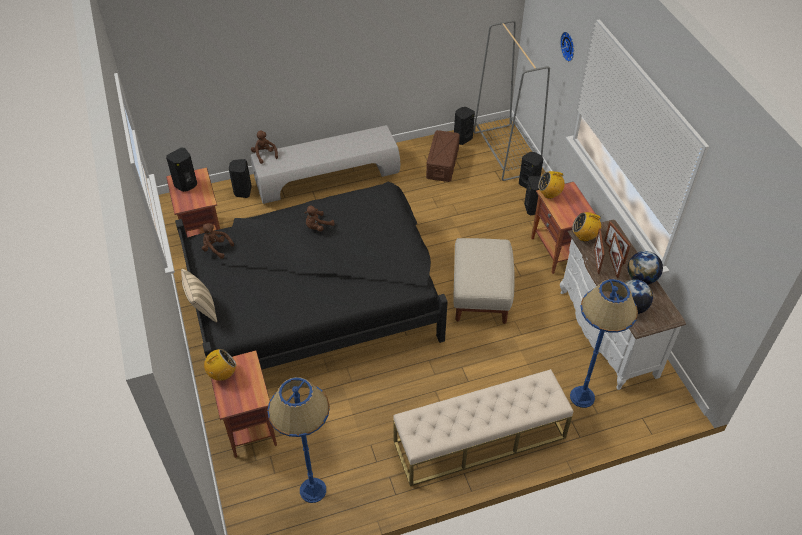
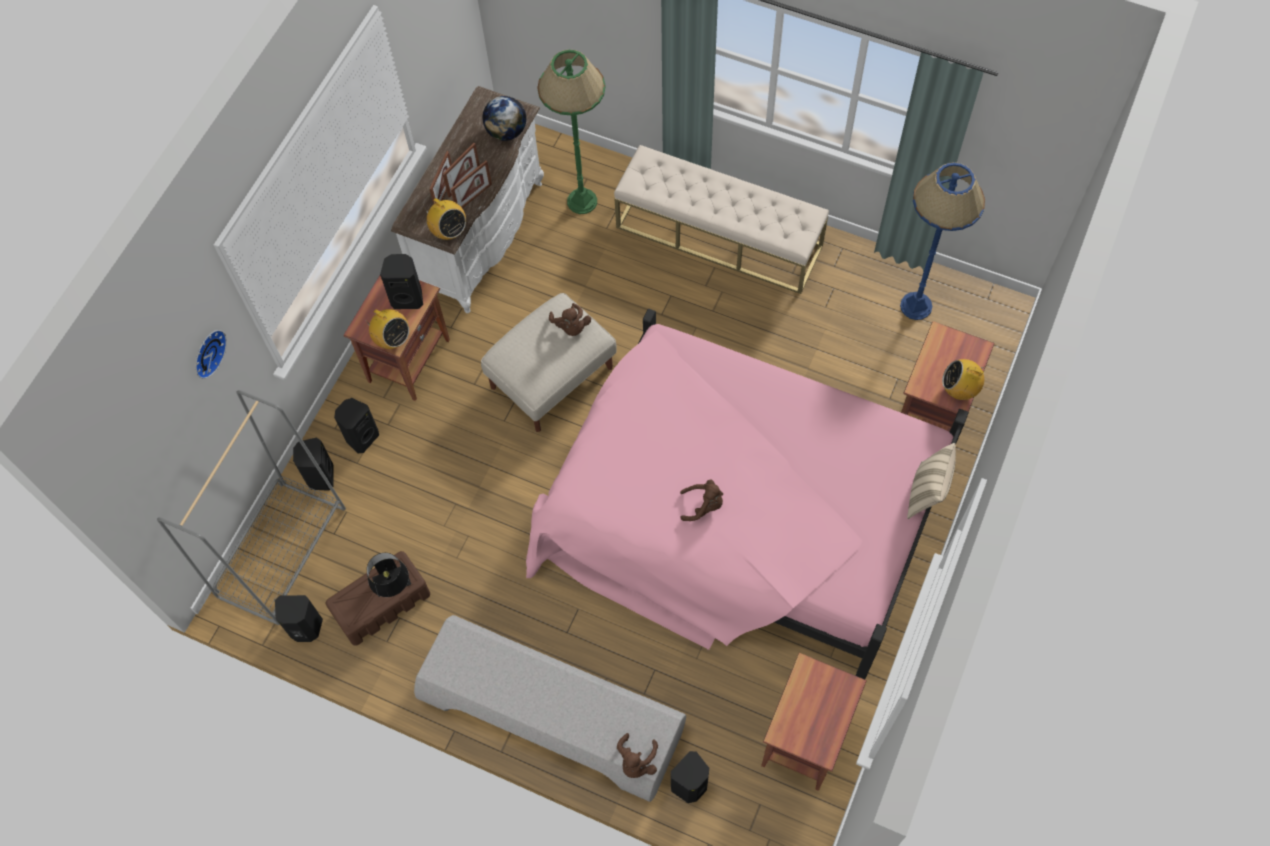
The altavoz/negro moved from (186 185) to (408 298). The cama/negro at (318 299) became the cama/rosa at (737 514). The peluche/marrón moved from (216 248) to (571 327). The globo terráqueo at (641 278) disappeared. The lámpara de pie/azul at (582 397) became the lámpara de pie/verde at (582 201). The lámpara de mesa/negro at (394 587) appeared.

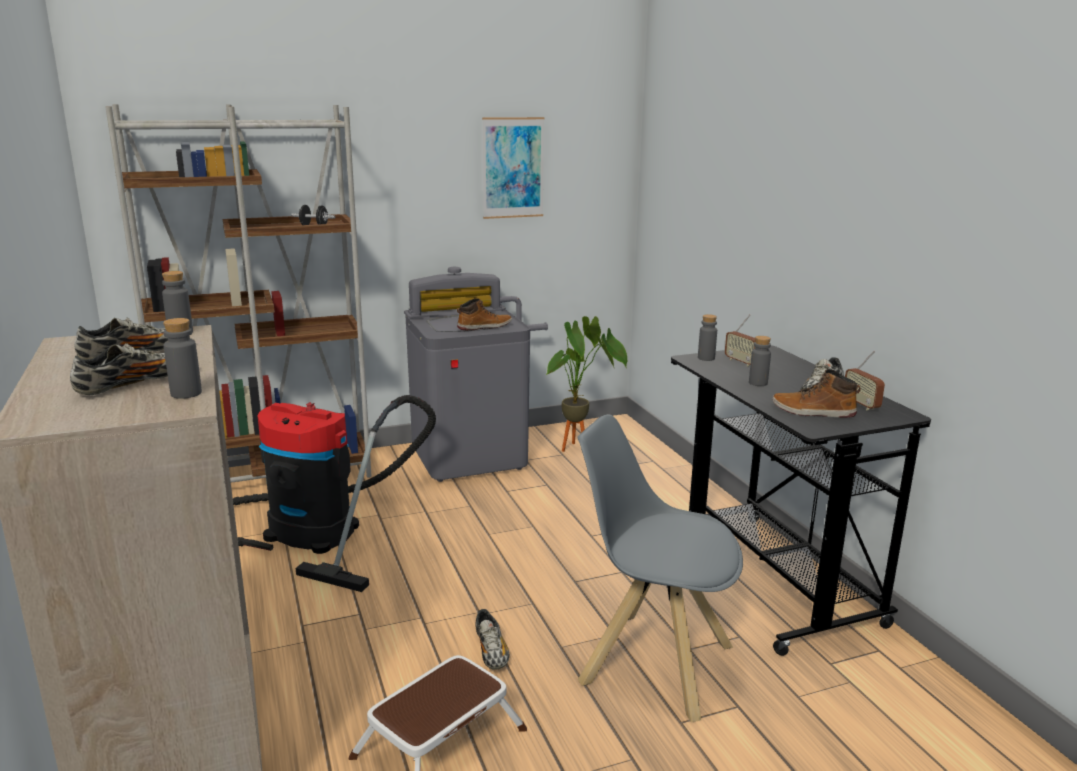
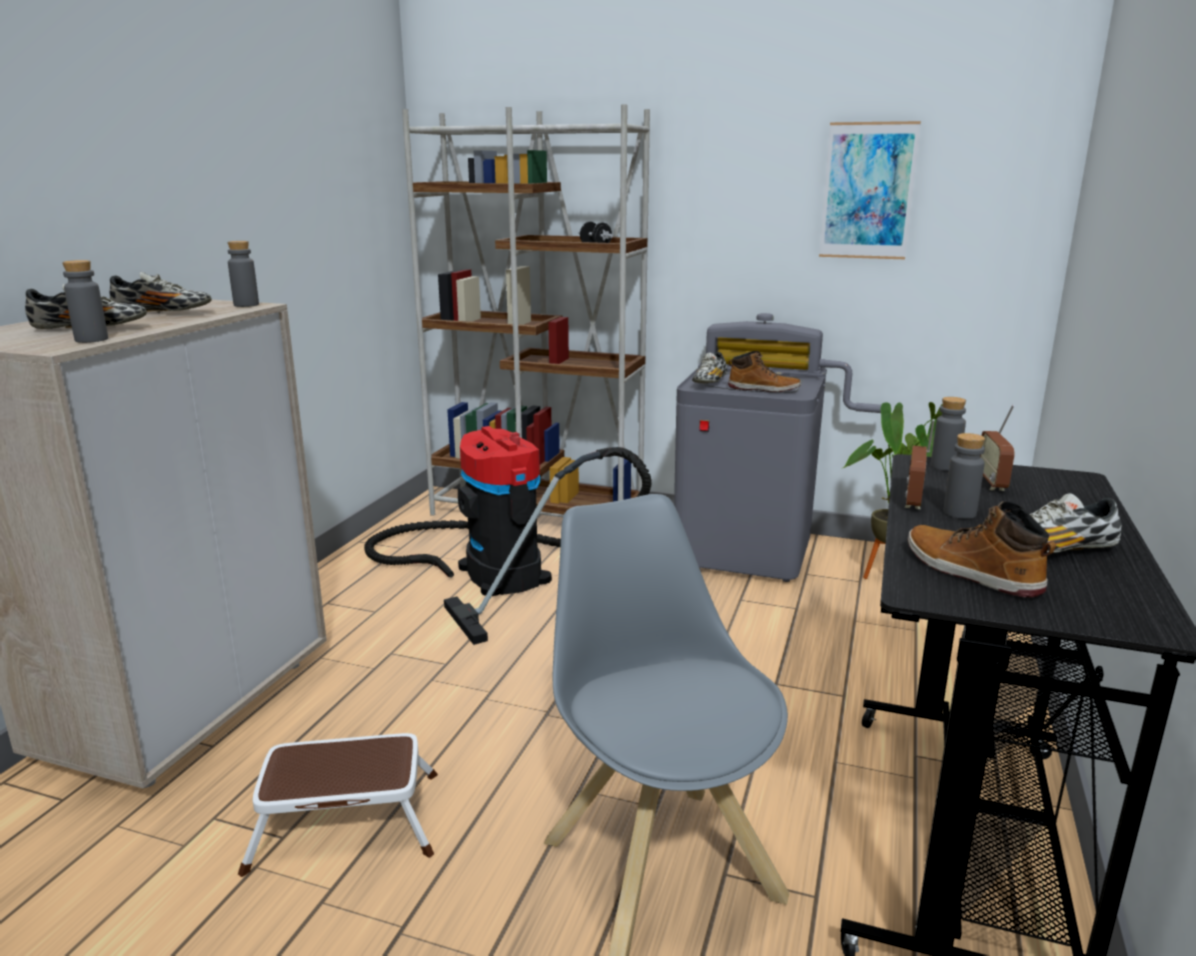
The radio moved from (861 404) to (914 500). The zapato moved from (491 652) to (710 382).

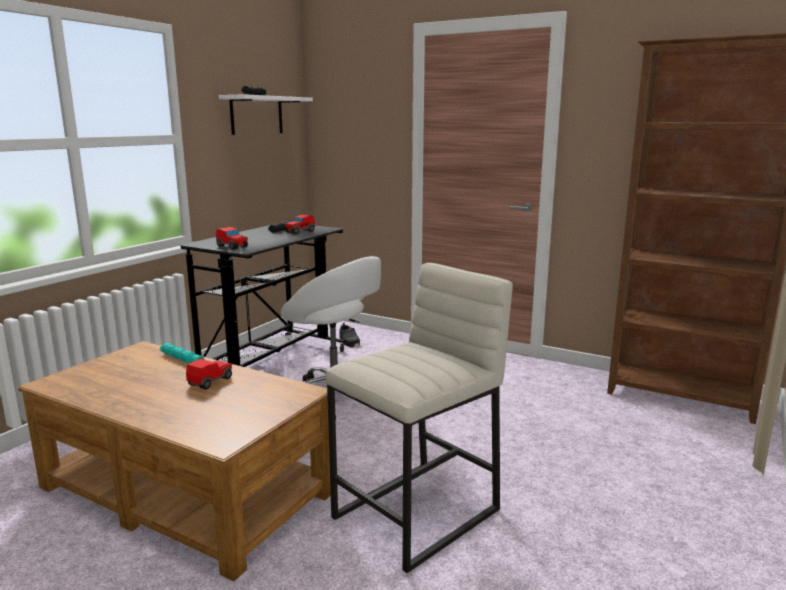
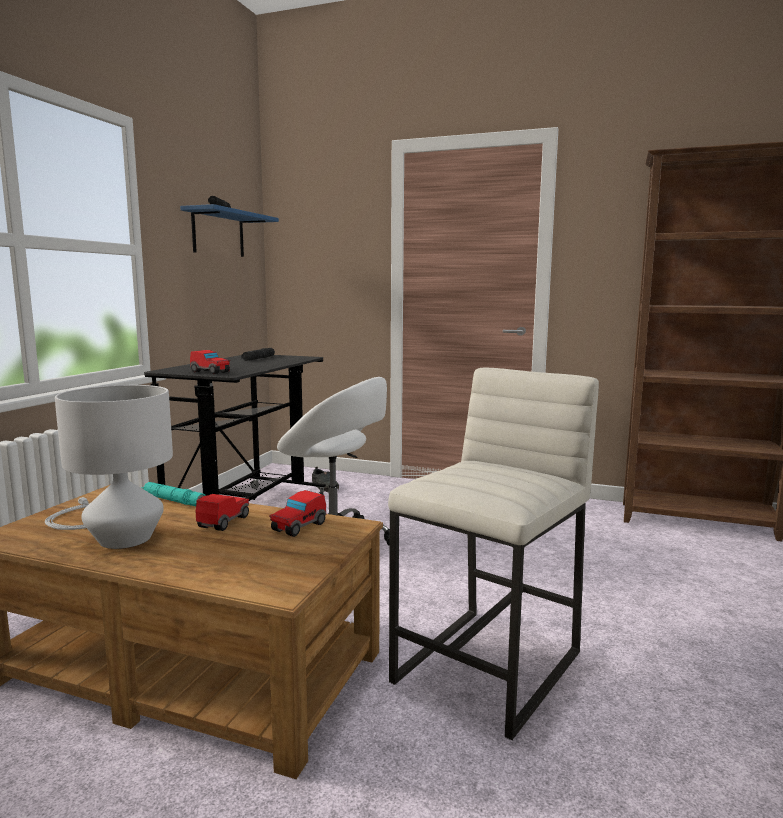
The estante/blanco at (256 115) became the estante/azul at (218 234). The coche de juguete moved from (300 232) to (298 527). The lámpara de mesa/gris at (109 529) appeared.

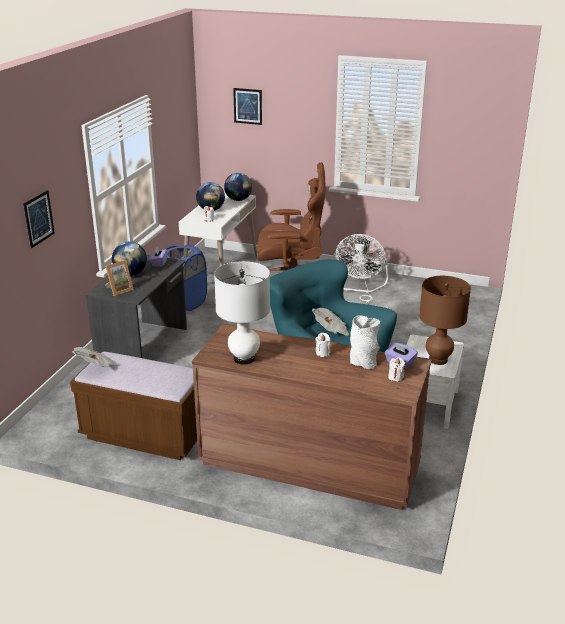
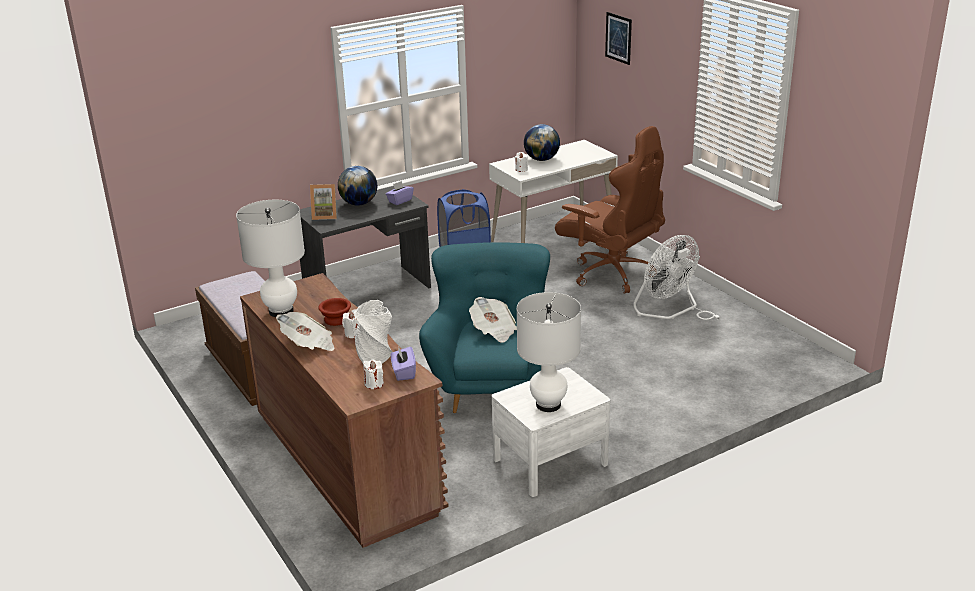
The globo terráqueo at (238 200) disappeared. The cuadro at (38 219) disappeared. The ventilador/blanco at (360 288) turned 90 degrees counterclockwise. The lámpara de mesa/marrón at (438 360) became the lámpara de mesa/blanco at (548 405). The periódico moved from (97 367) to (308 345). The cuenco/marrón at (337 320) appeared.

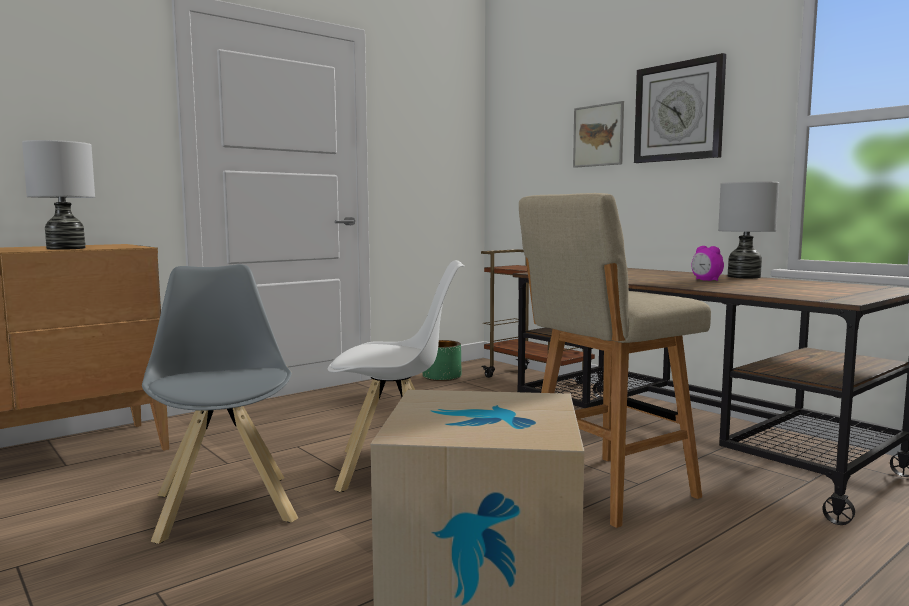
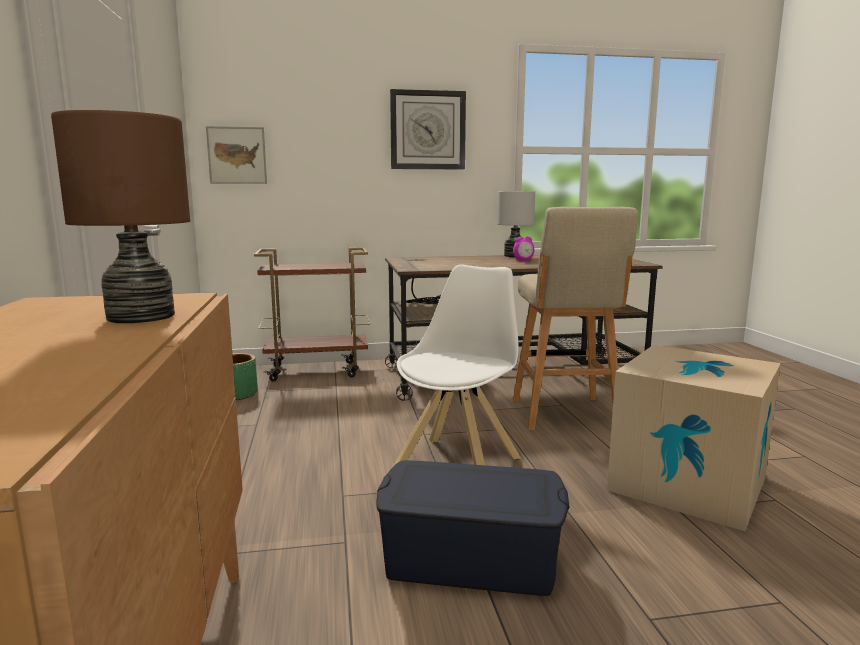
The cuadro moved from (598 135) to (237 155). The lámpara de mesa/gris at (66 248) became the lámpara de mesa/marrón at (141 317). The silla/gris at (225 505) was replaced by the caja de almacenaje/azul at (470 558).

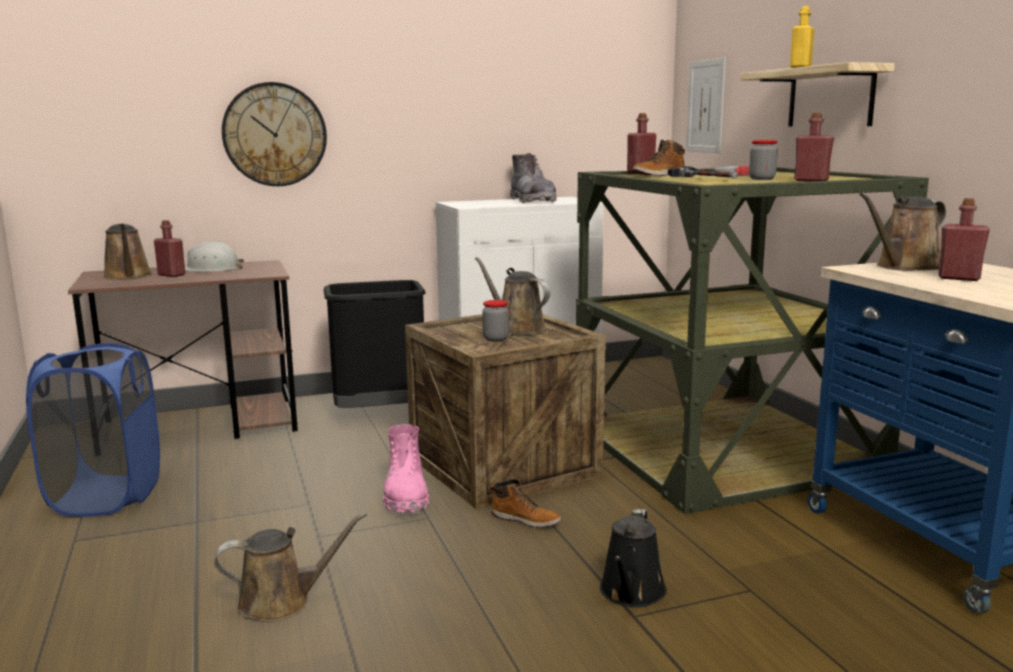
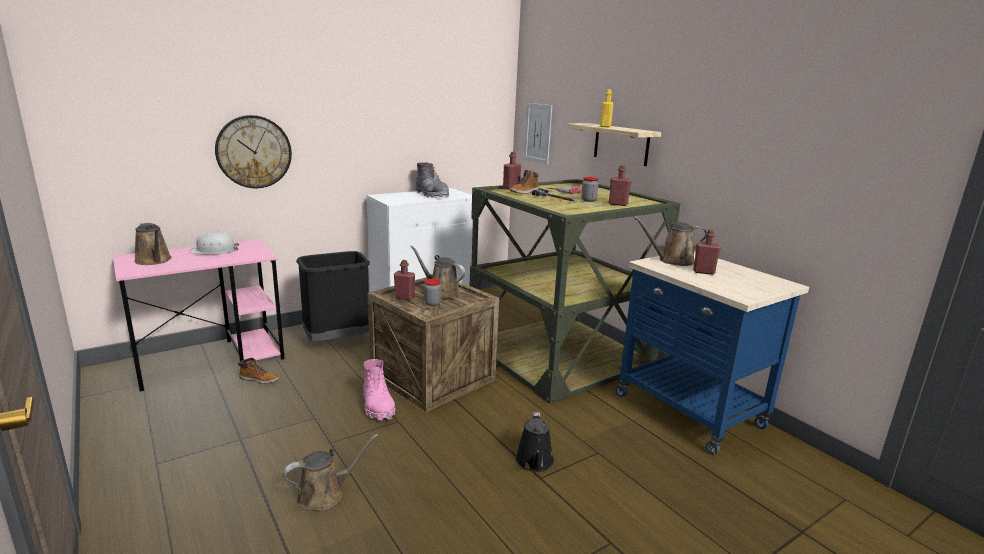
The regadera/marrón at (905 267) turned 45 degrees clockwise. The botella/rojo moved from (171 275) to (404 297). The escritorio/marrón at (201 426) became the escritorio/rosa at (212 359). The cesto de la ropa/azul at (106 496) disappeared. The bota moved from (525 519) to (259 379).

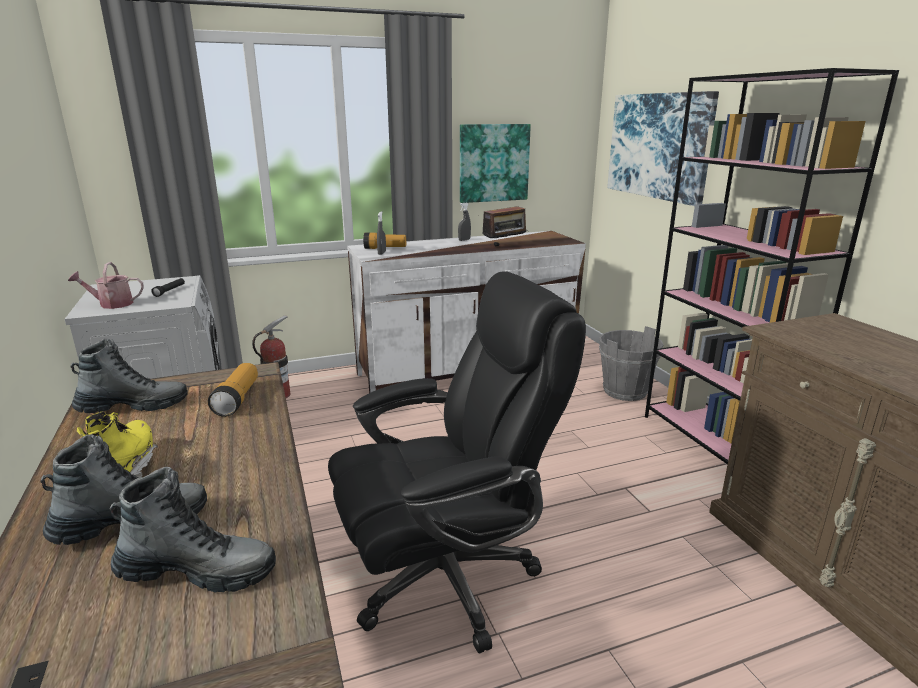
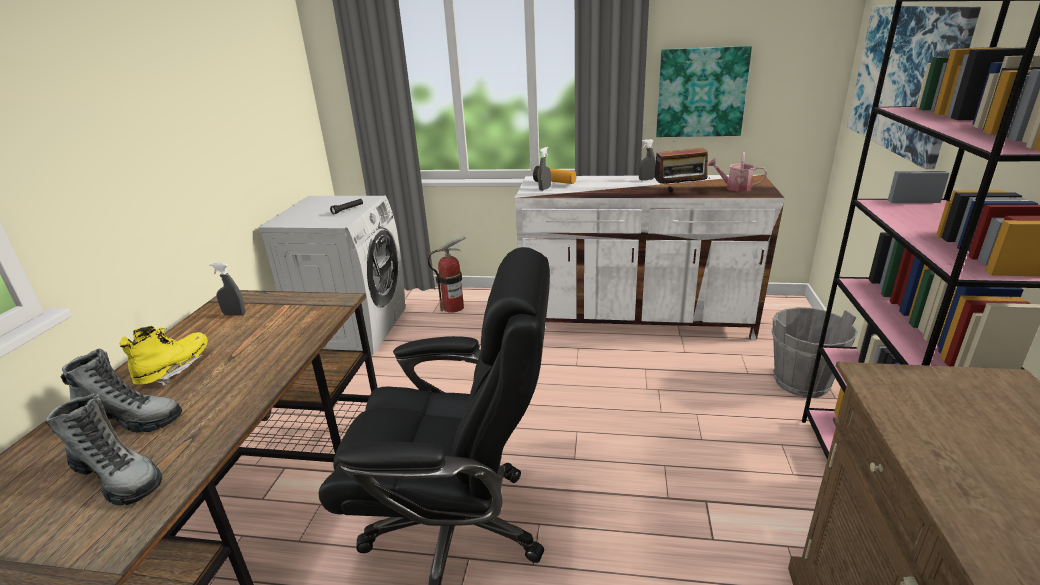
The regadera moved from (112 304) to (734 187). The bota at (134 406) was replaced by the pulverizador/gris at (234 314). The linterna at (237 399) disappeared.

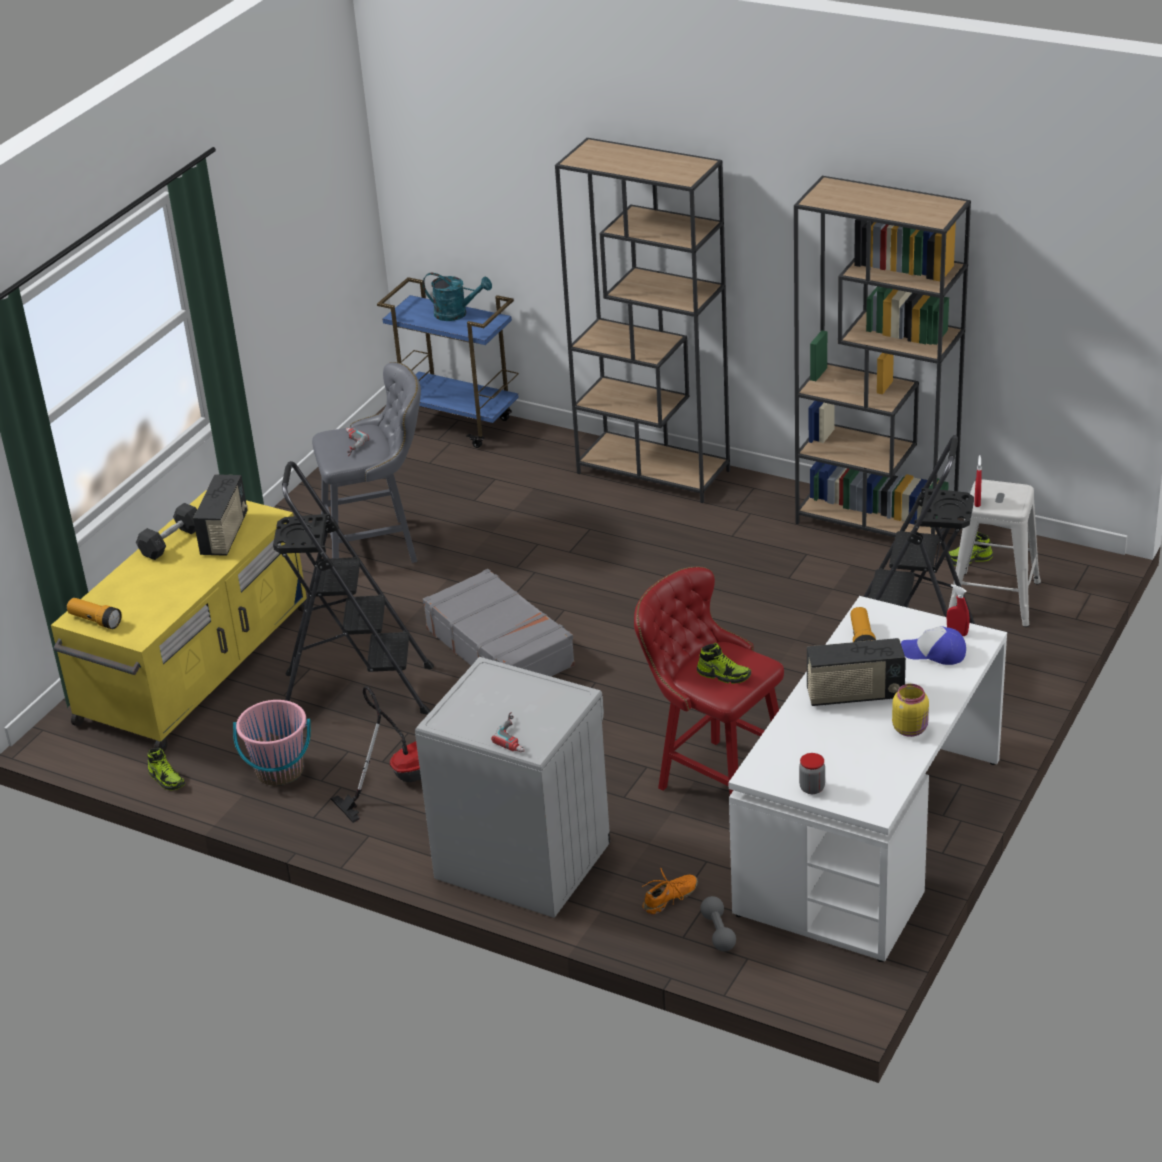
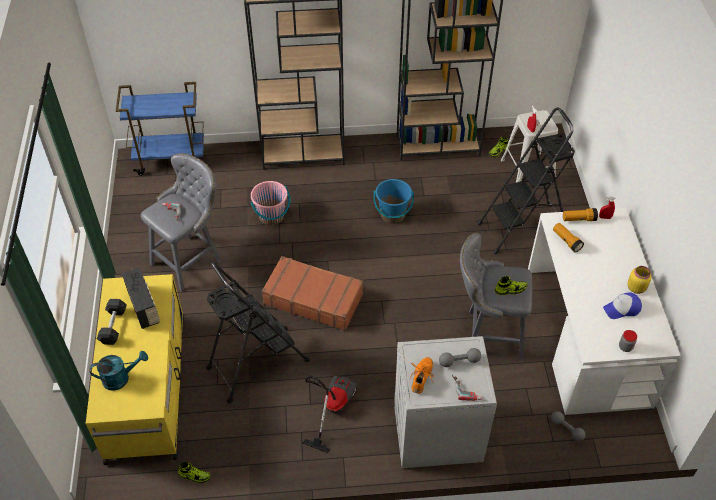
The regadera/turquesa moved from (457 314) to (121 378). The taburete/rojo at (712 775) became the taburete/gris at (486 333). The maleta/gris at (500 647) became the maleta/marrón at (313 299). The linterna moved from (95 621) to (579 219). The gorra moved from (934 652) to (622 309). The radio at (854 695) disappeared. The cubo/rosa moved from (279 771) to (271 217). The zapato/naranja moved from (670 899) to (422 377). The cubo/azul at (392 215) appeared. The mancuerna/gris at (459 361) appeared.

